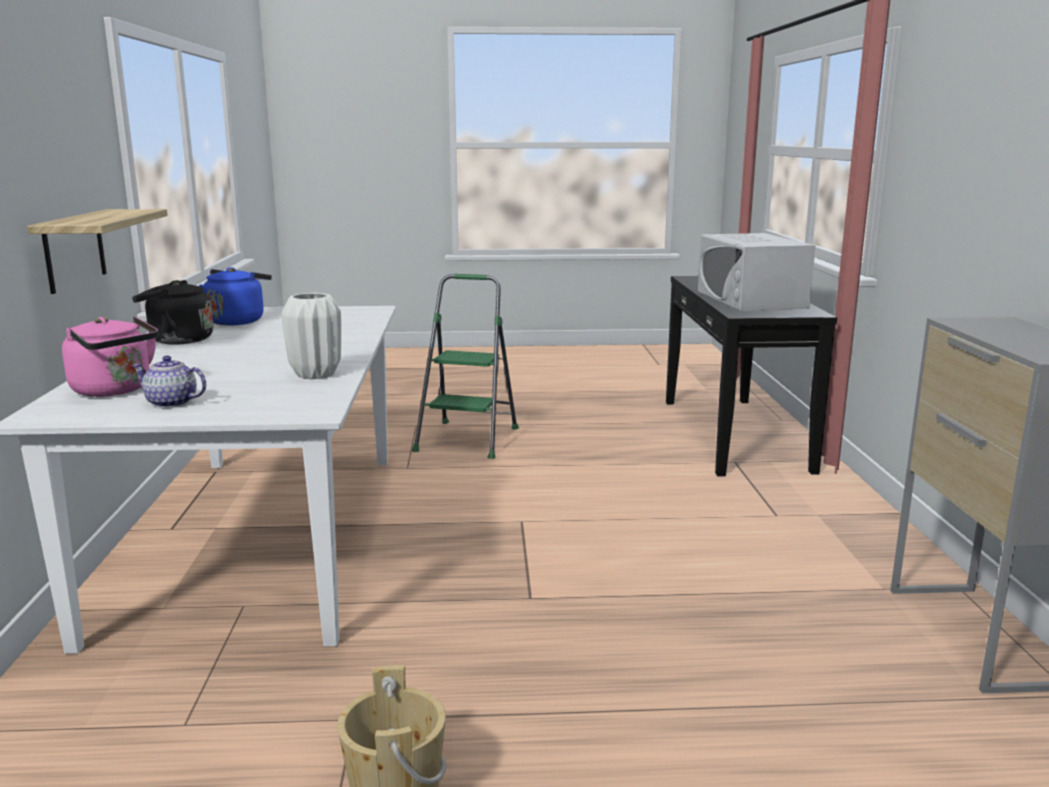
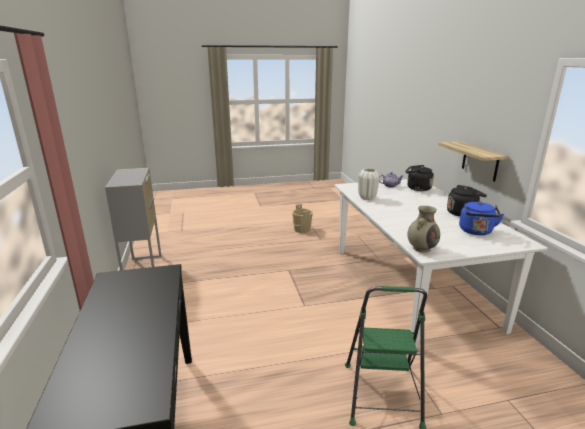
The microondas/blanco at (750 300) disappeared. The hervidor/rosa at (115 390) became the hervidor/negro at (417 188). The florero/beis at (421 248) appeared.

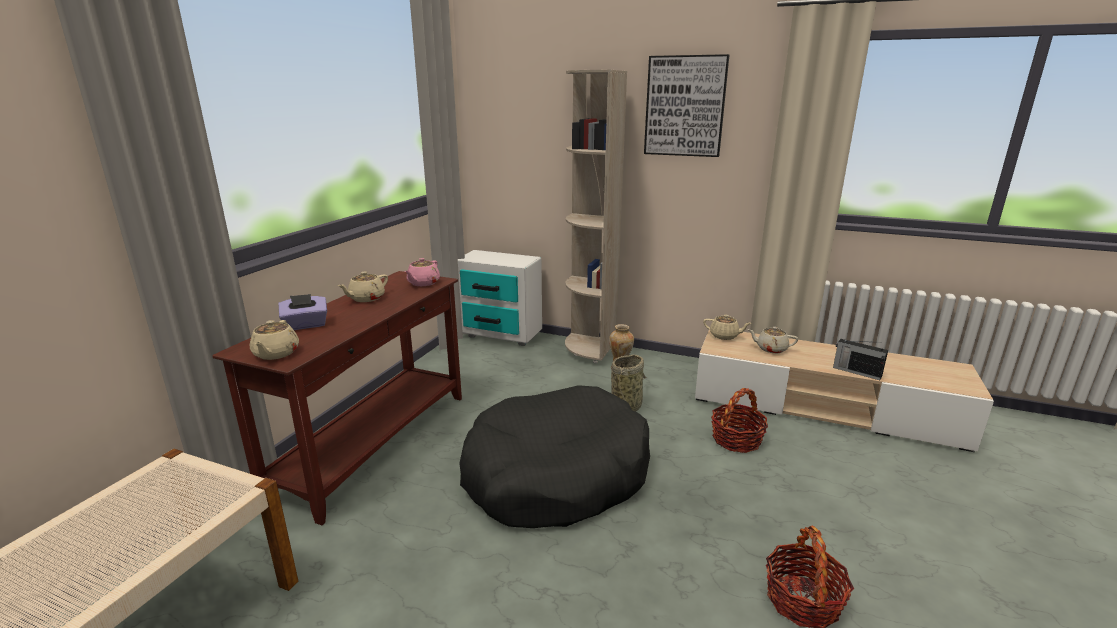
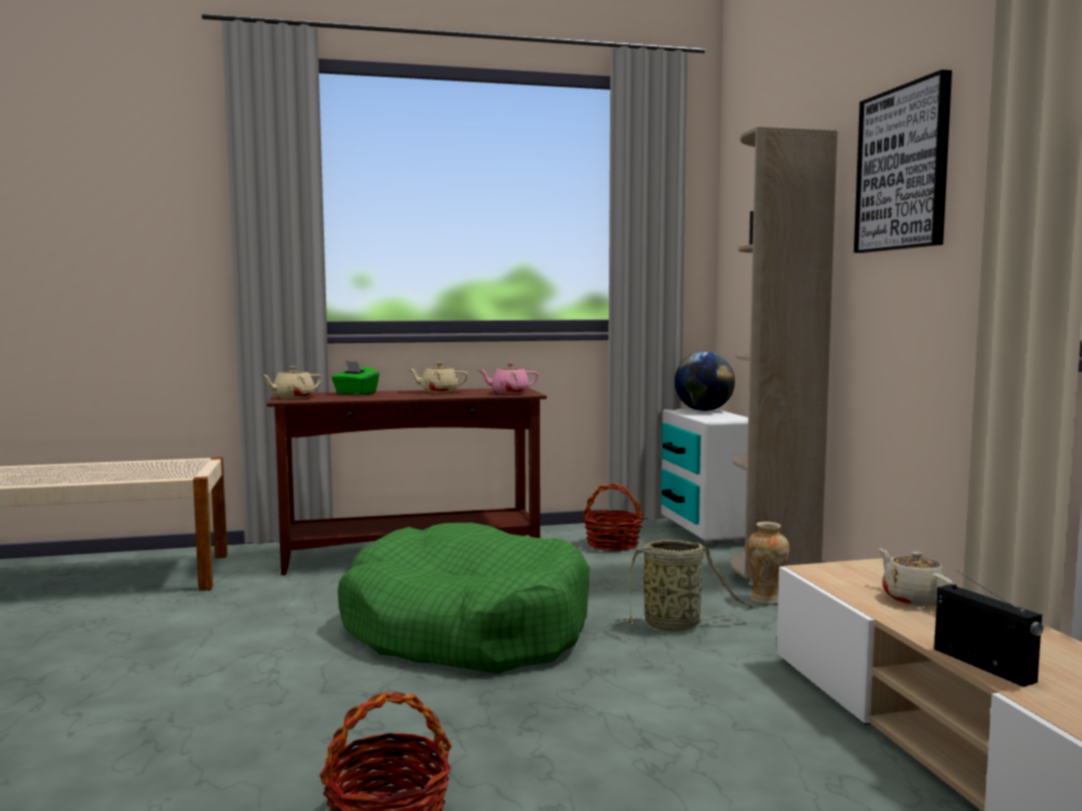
The caja de pañuelos/morado at (306 325) became the caja de pañuelos/verde at (355 393). The tetera/beis at (724 336) disappeared. The radio at (856 372) turned 150 degrees clockwise. The cama para perro/negro at (556 475) became the cama para perro/verde at (466 629). The cesta moved from (736 439) to (613 544). The globo terráqueo at (703 410) appeared.

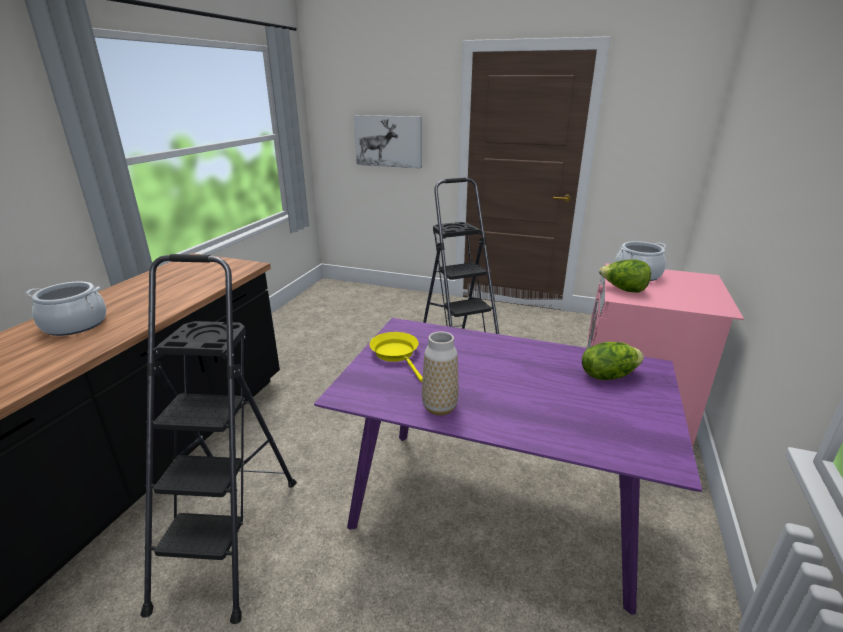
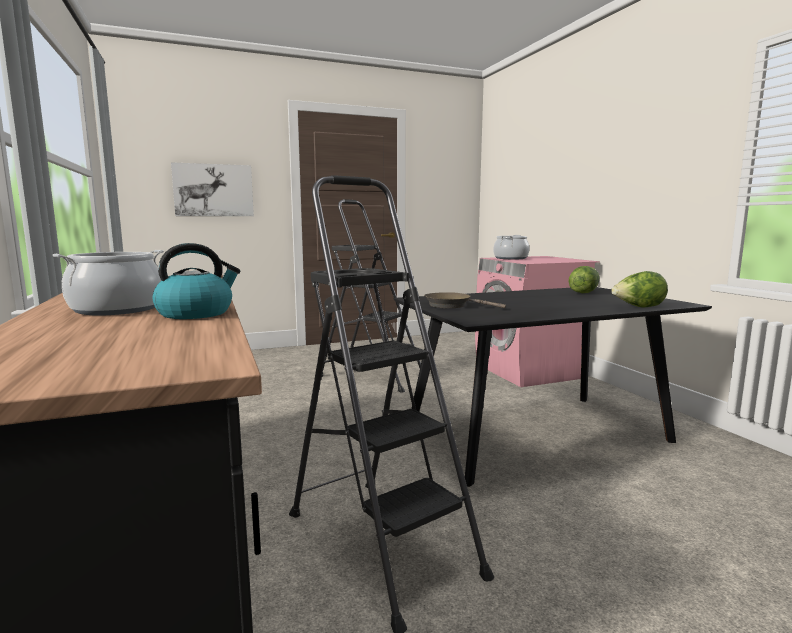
The lechuga moved from (623 290) to (638 307). The mesa de comedor/morado at (495 506) became the mesa de comedor/negro at (536 433). The florero at (439 407) disappeared. The sartén/amarillo at (396 354) became the sartén/marrón at (451 305). The hervidor at (196 313) appeared.

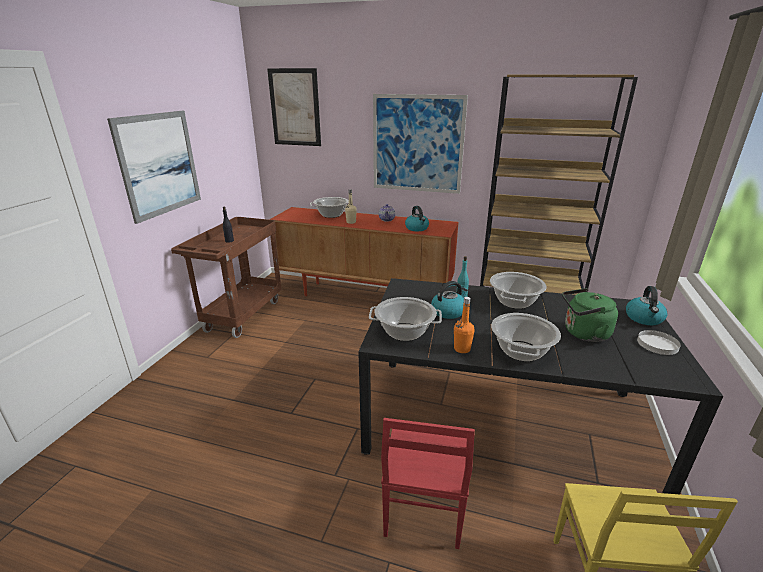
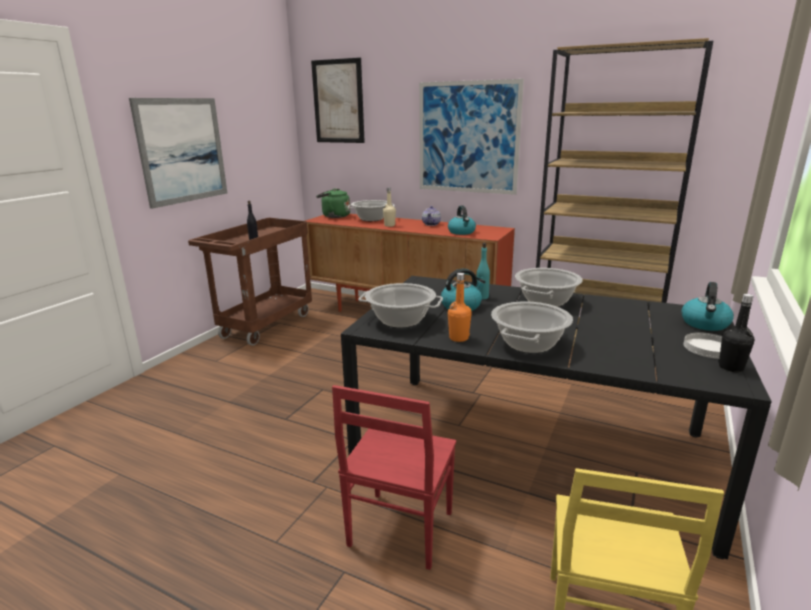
The hervidor/verde moved from (583 333) to (334 216). The botella/negro at (731 367) appeared.

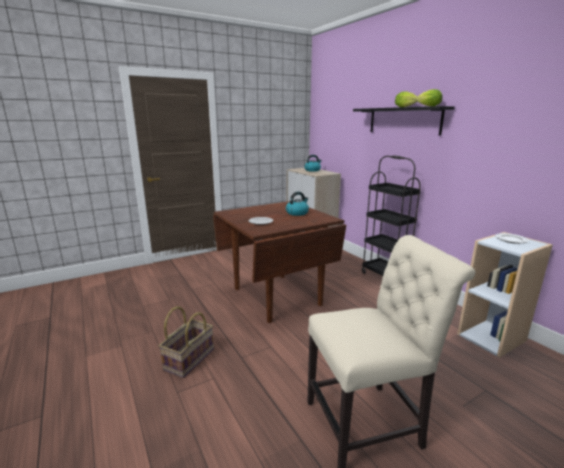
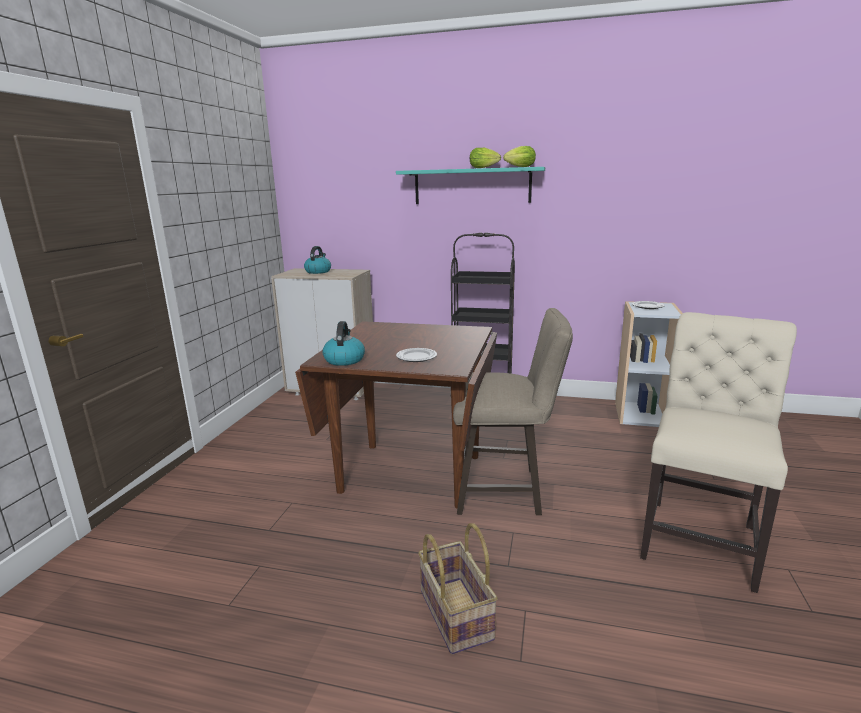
The estante/negro at (403 121) became the estante/turquesa at (472 186). The hervidor moved from (297 213) to (344 359). The taburete/beis at (506 490) appeared.

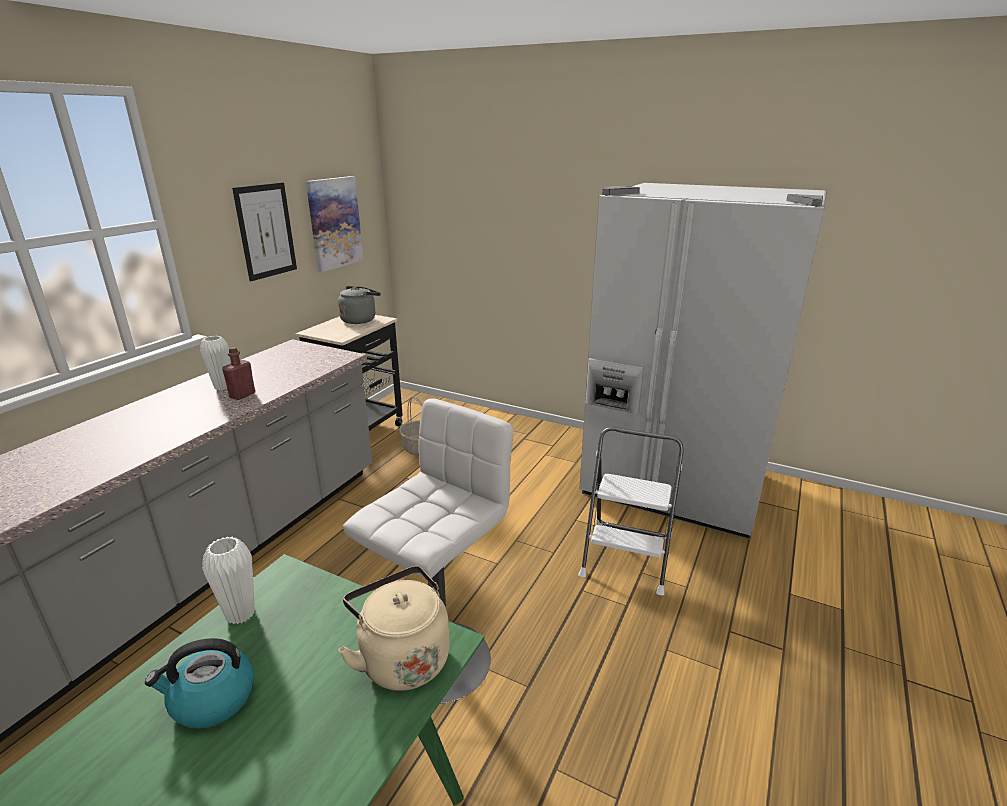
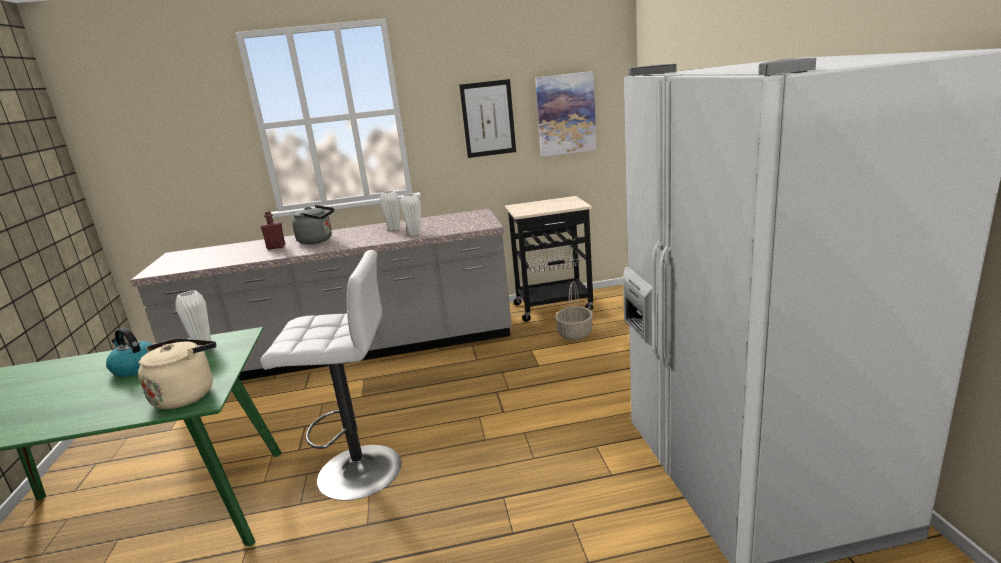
The hervidor/gris moved from (360 320) to (318 240). The botella/rojo moved from (242 395) to (276 247). The escalera de tijera/blanco at (628 553) disappeared. The florero/blanco at (415 233) appeared.

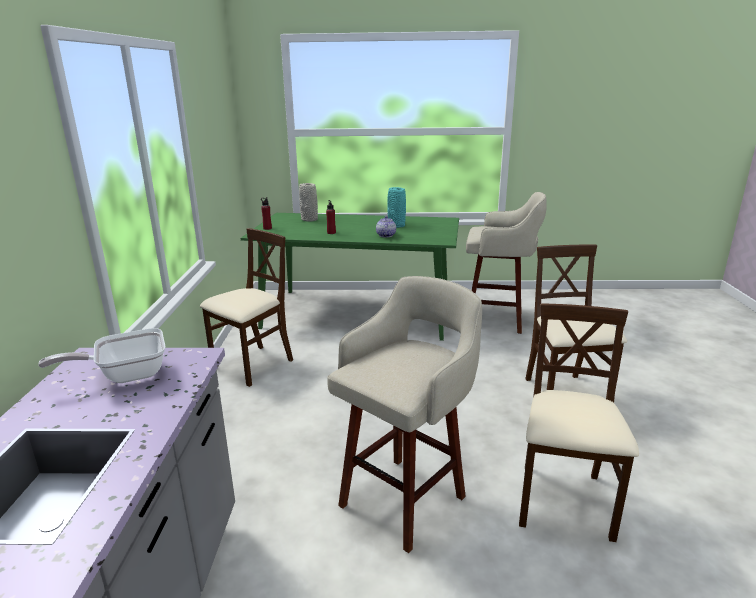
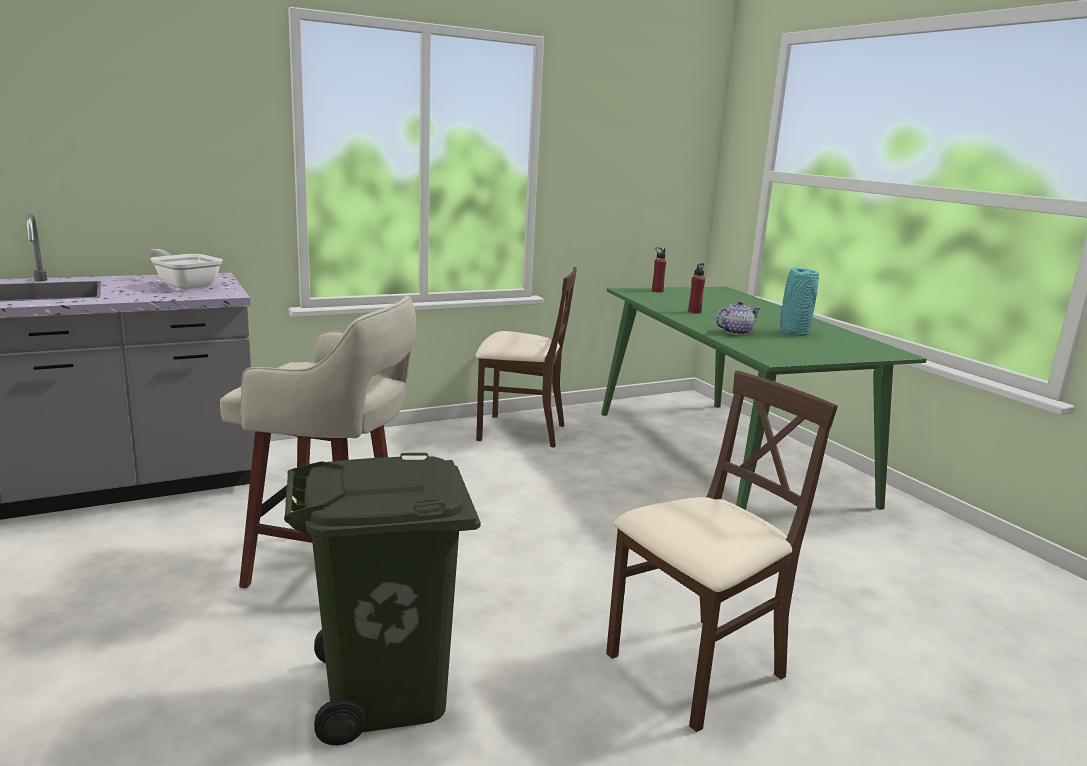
The florero/gris at (309 219) disappeared. The taburete/beis at (497 320) disappeared. The silla/beis at (563 502) was replaced by the papelera/verde at (386 694).

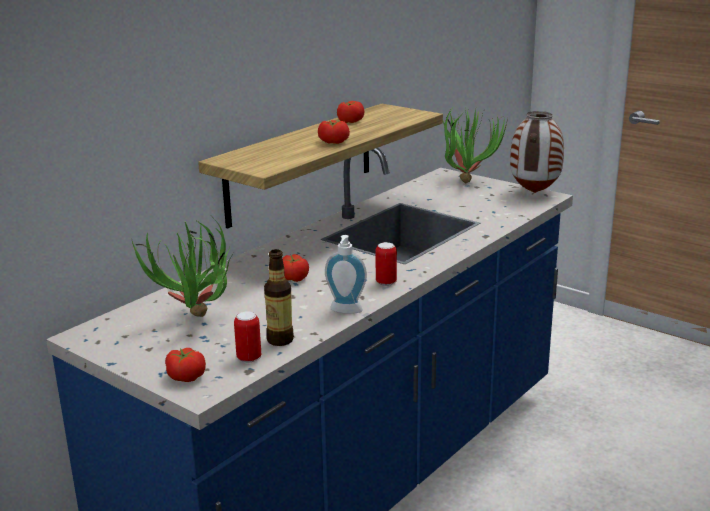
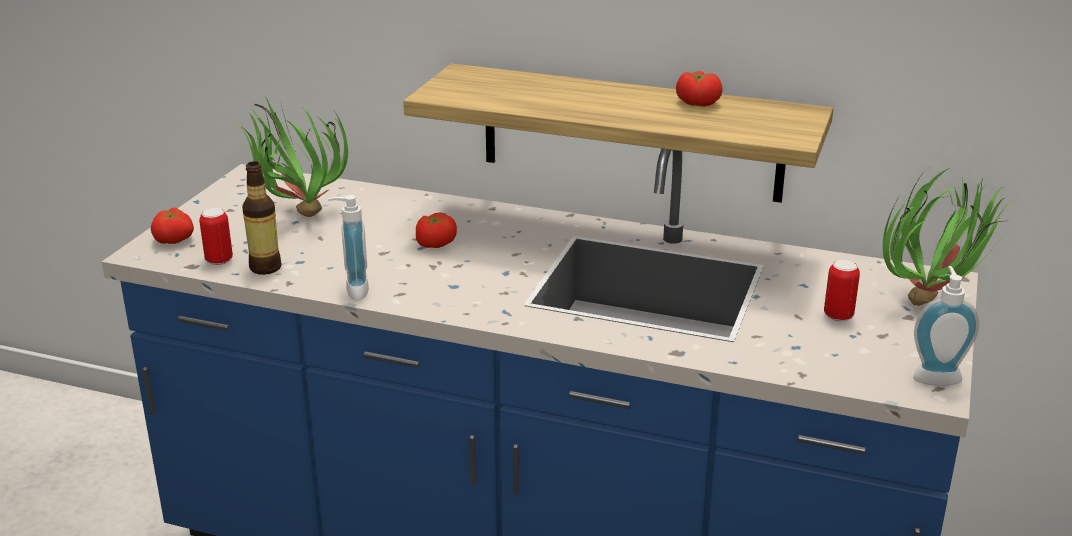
The florero at (535 193) was replaced by the dispensador de jabón at (935 376). The tomate at (334 141) disappeared. The lata moved from (386 282) to (838 316).

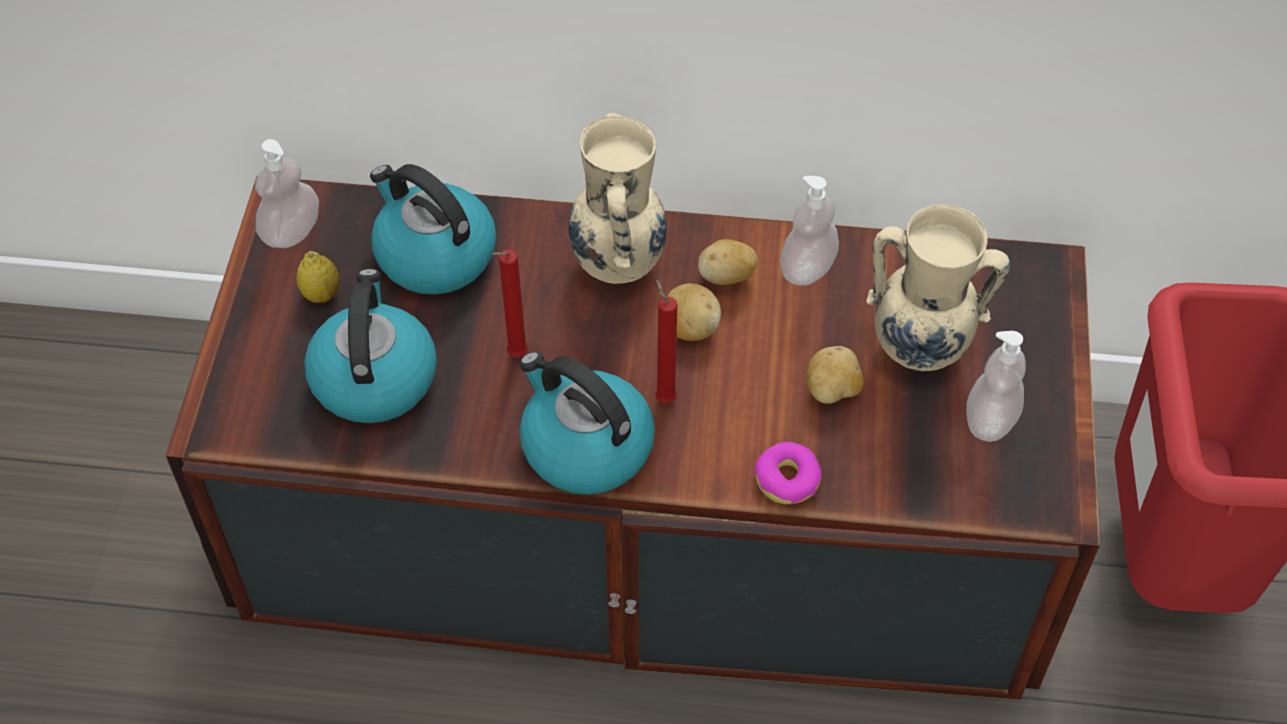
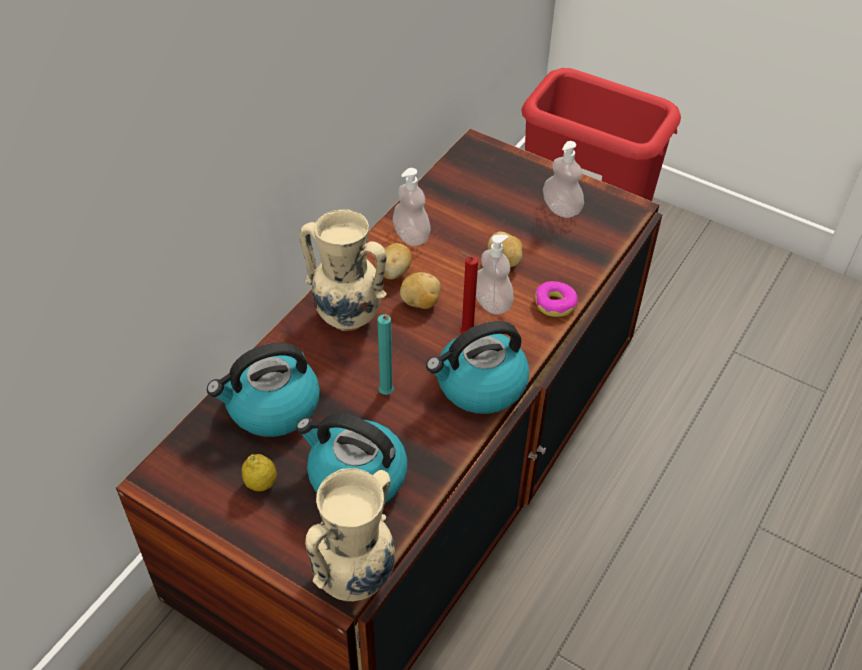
The dispensador de jabón moved from (292 232) to (492 303). The florero/beis moved from (920 351) to (355 577). The vela/rojo at (514 356) became the vela/turquesa at (386 394).

